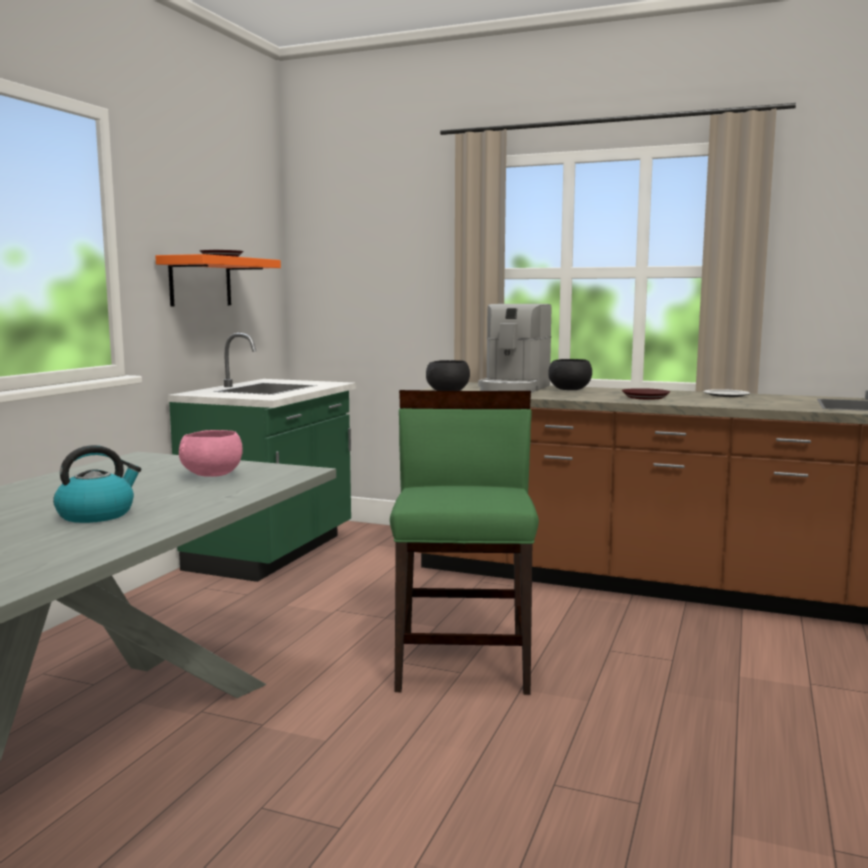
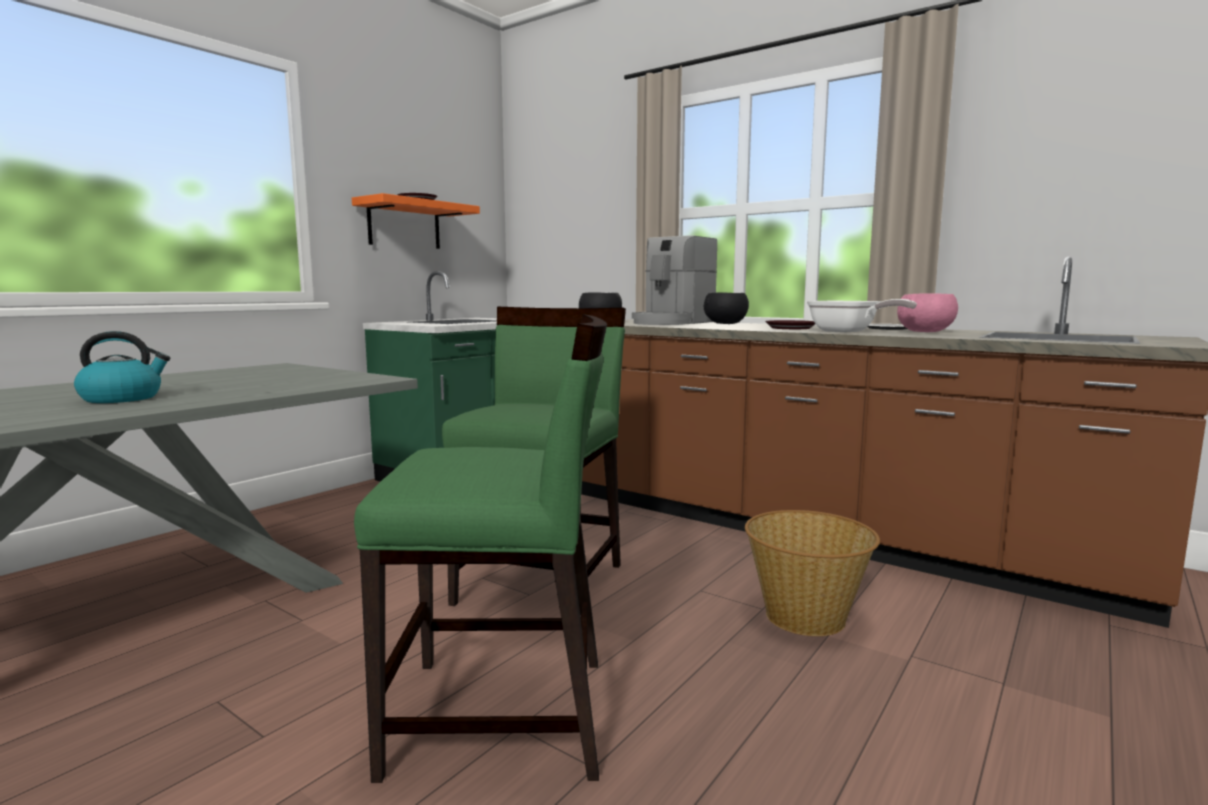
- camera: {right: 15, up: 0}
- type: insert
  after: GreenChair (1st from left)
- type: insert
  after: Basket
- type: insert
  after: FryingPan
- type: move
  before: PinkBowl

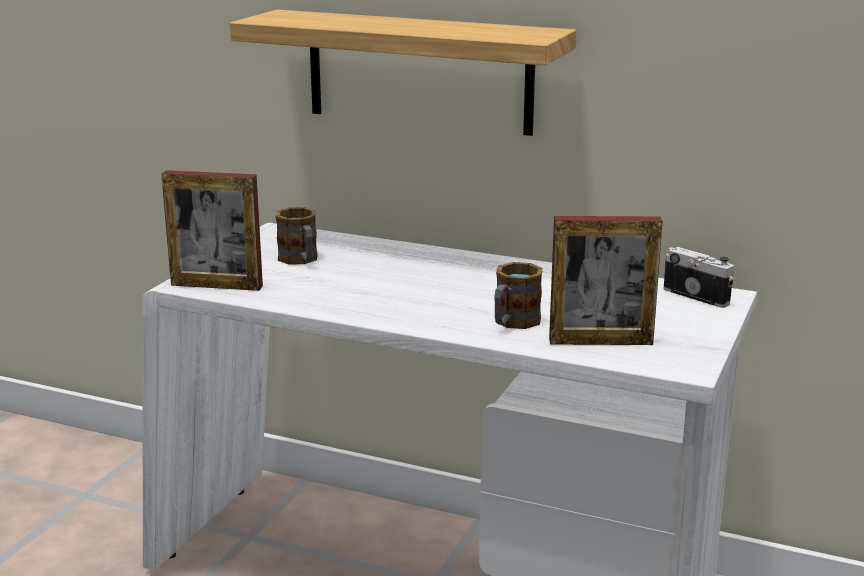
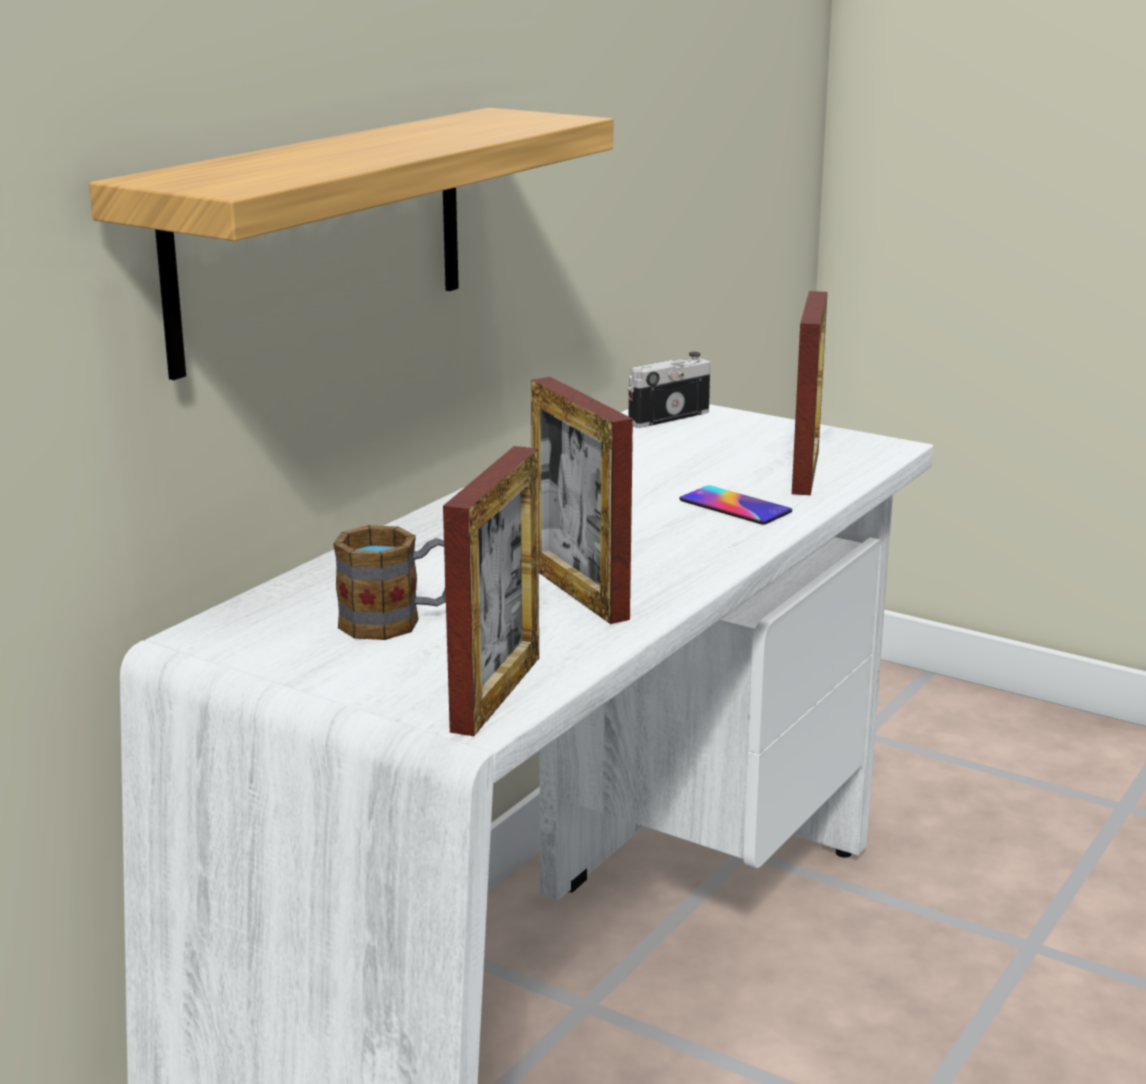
- camera: {right: -80, up: 0}
- type: insert
  after: PictureFrame (2nd from left)
- type: replace
  before: Mug (2nd from left)
  after: Phone

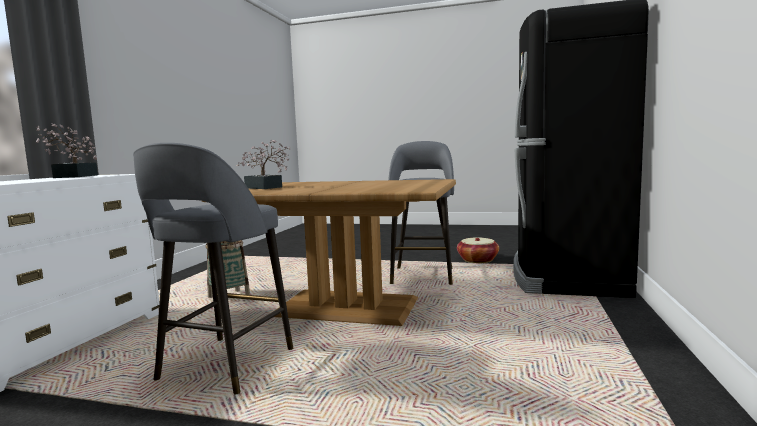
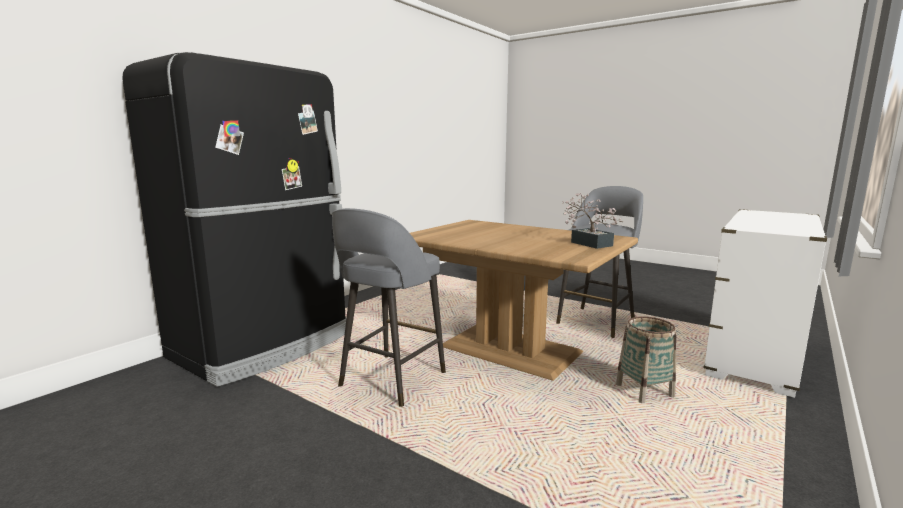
- camera: {right: -160, up: 5}
- type: delete
  before: PottedPlant (1st from left)
- type: delete
  before: Basket (2nd from left)

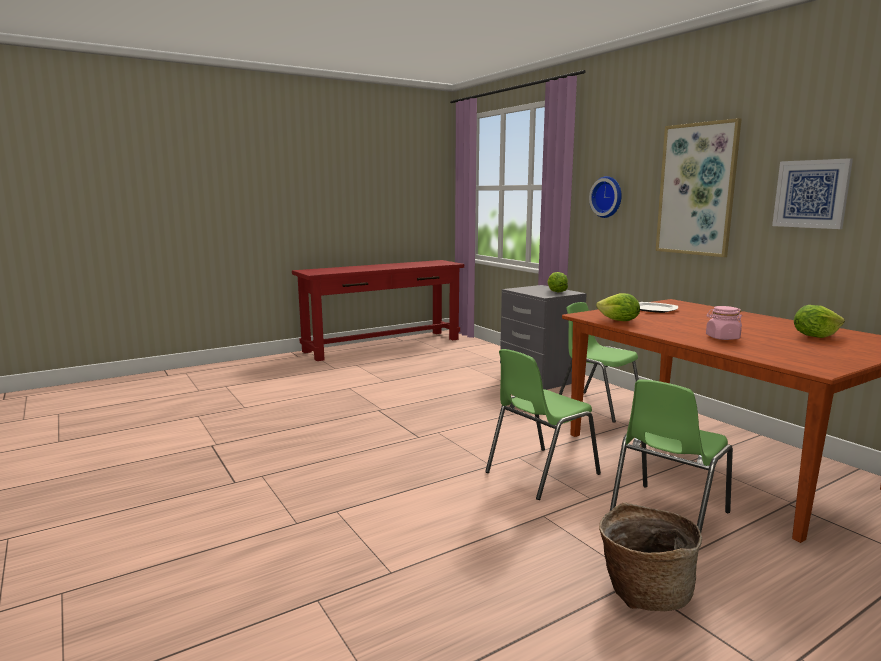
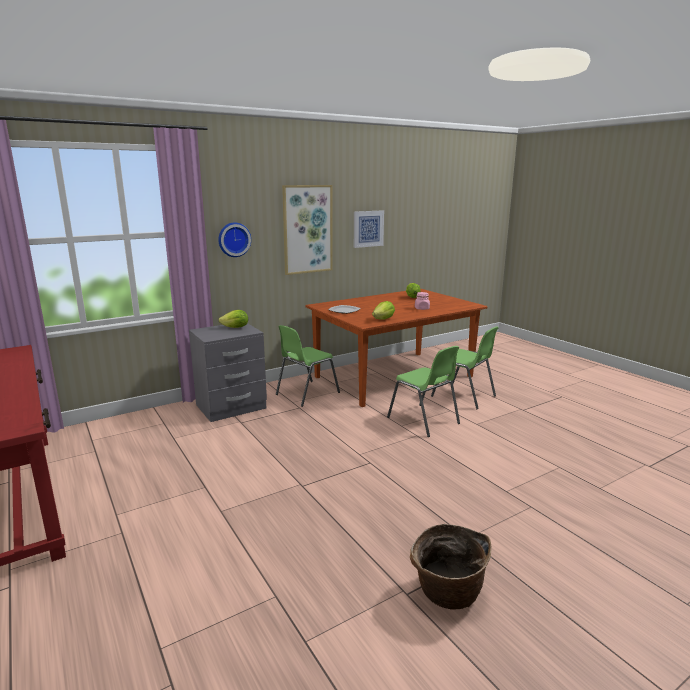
- camera: {right: -90, up: 5}
- type: move
  before: Basket

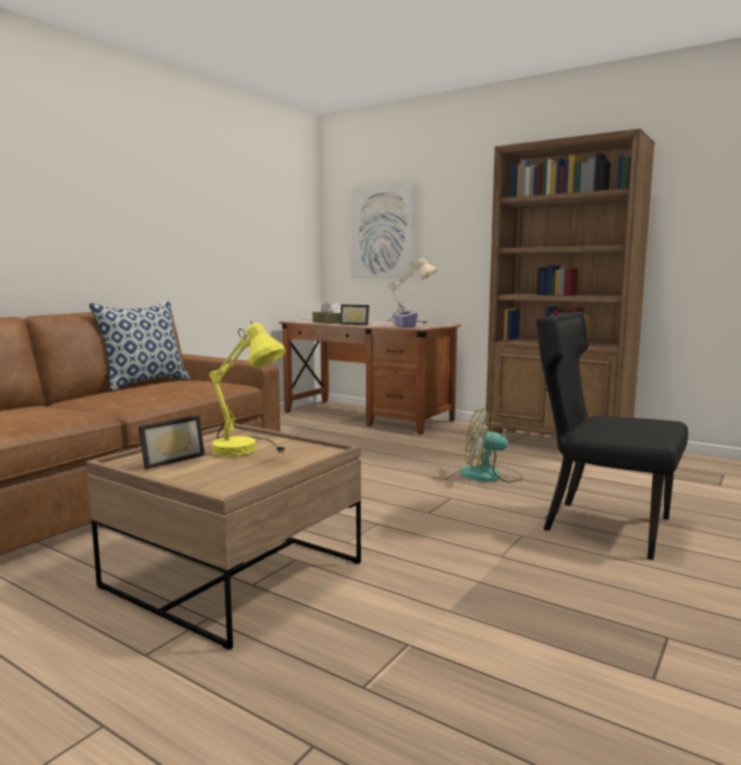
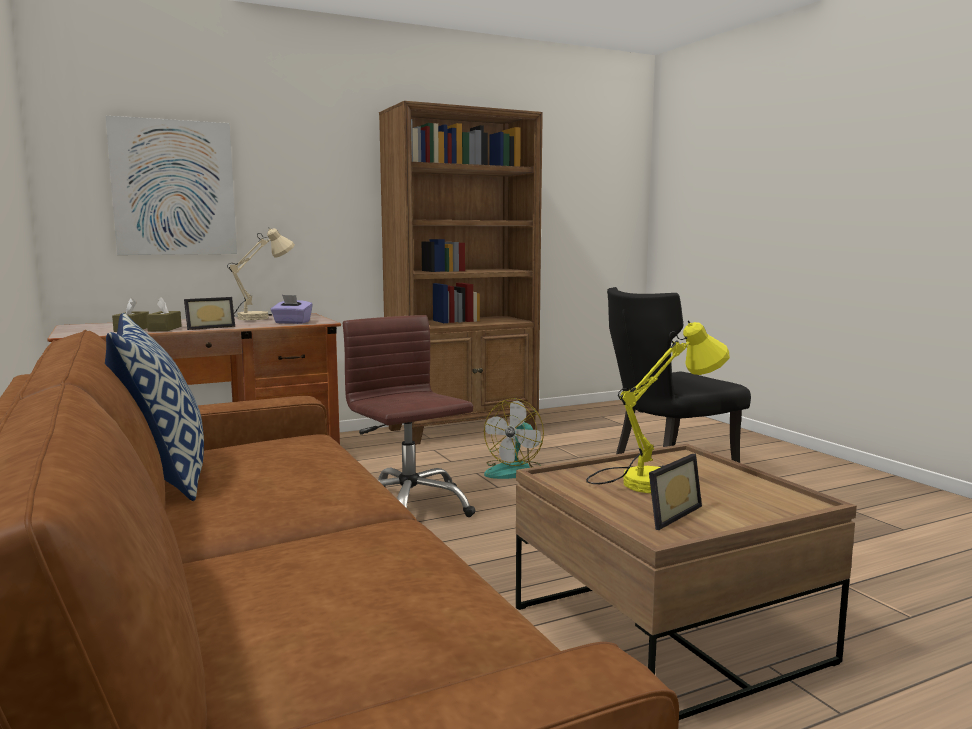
- camera: {right: -60, up: 0}
- type: insert
  after: BrownOfficeChair
- type: rotate
  before: PictureFrame (1st from left in the first image)
  turn: 60

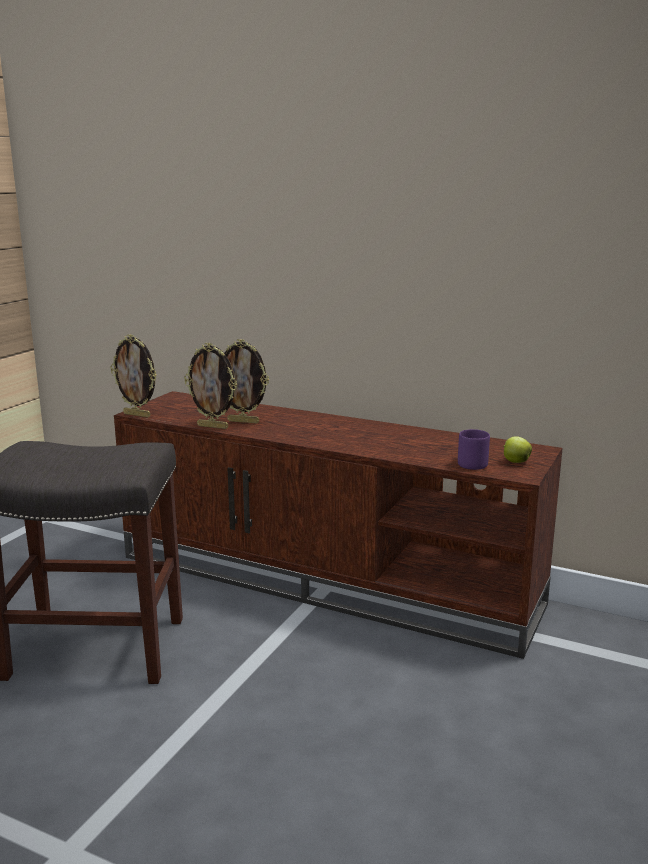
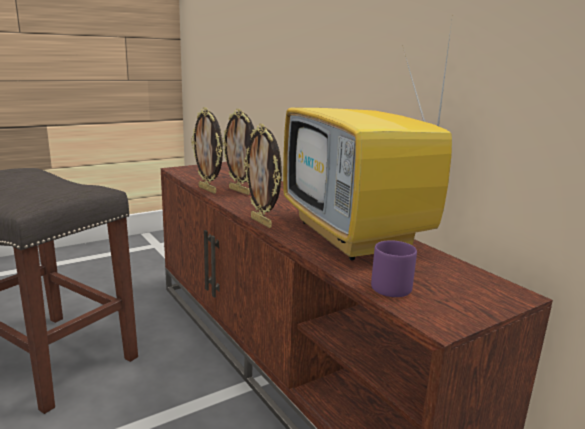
- camera: {right: 30, up: 0}
- type: delete
  before: Apple
- type: insert
  after: Television
- type: move
  before: PictureFrame (1st from left in the first image)
  after: PictureFrame (3rd from left)

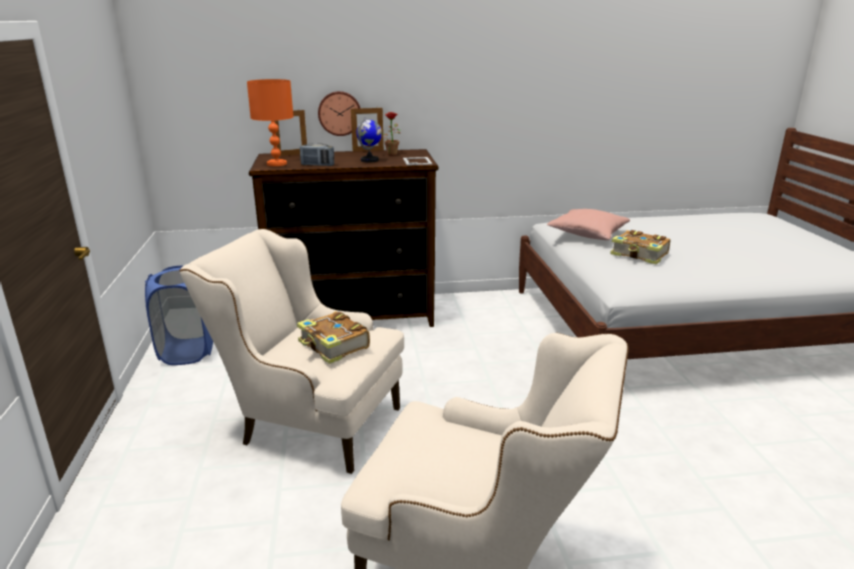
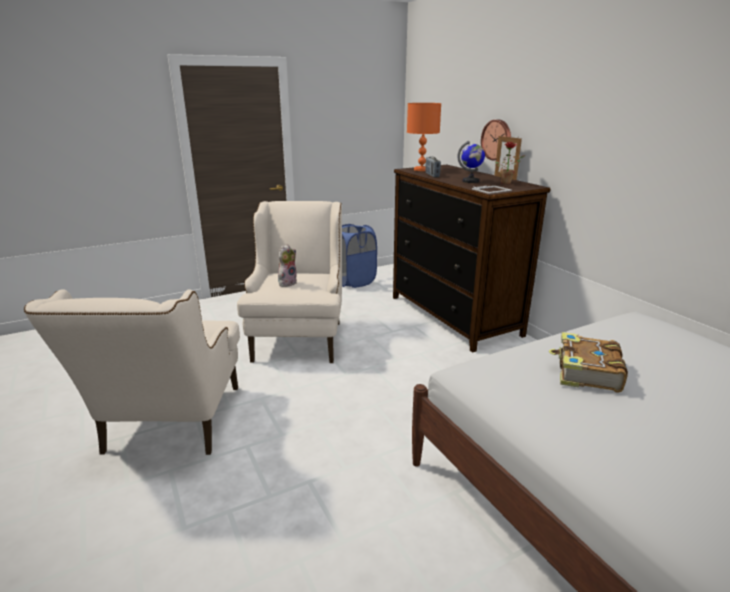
- camera: {right: 70, up: 0}
- type: delete
  before: PictureFrame (1st from left)
- type: delete
  before: PinkPillow
- type: replace
  before: Book (1st from left)
  after: PlushToy

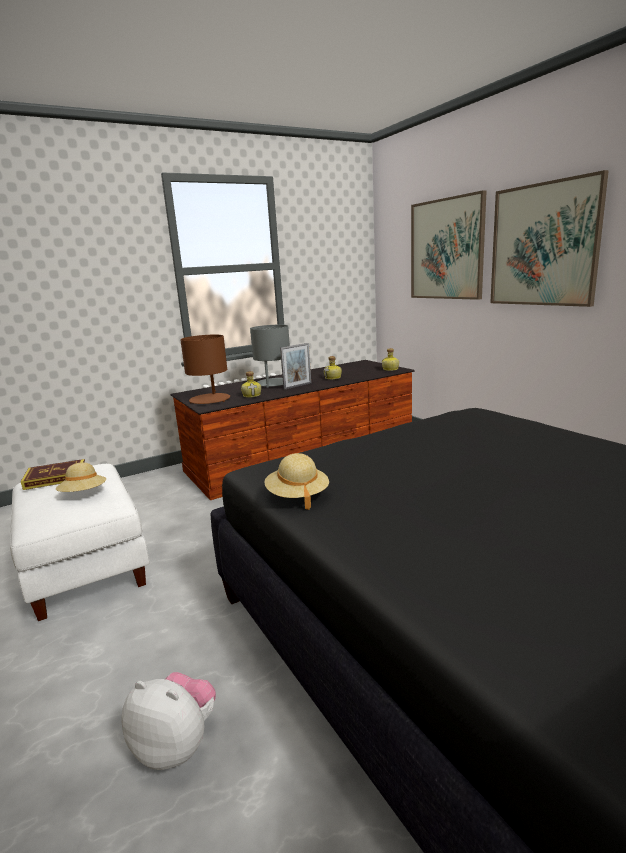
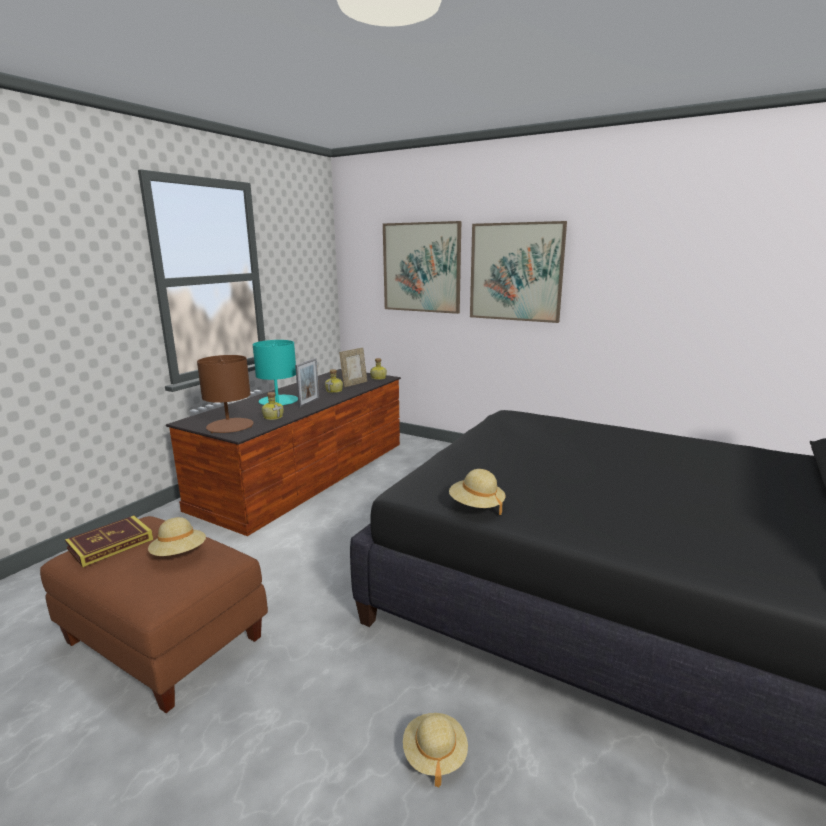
- camera: {right: -30, up: 0}
- type: insert
  after: PictureFrame (2nd from left)
- type: replace
  before: PlushToy
  after: BeigeHat (2nd from left)
- type: recolor
  before: WhiteOttoman
  after: BrownOttoman
- type: recolor
  before: GreyTableLamp
  after: TurquoiseTableLamp

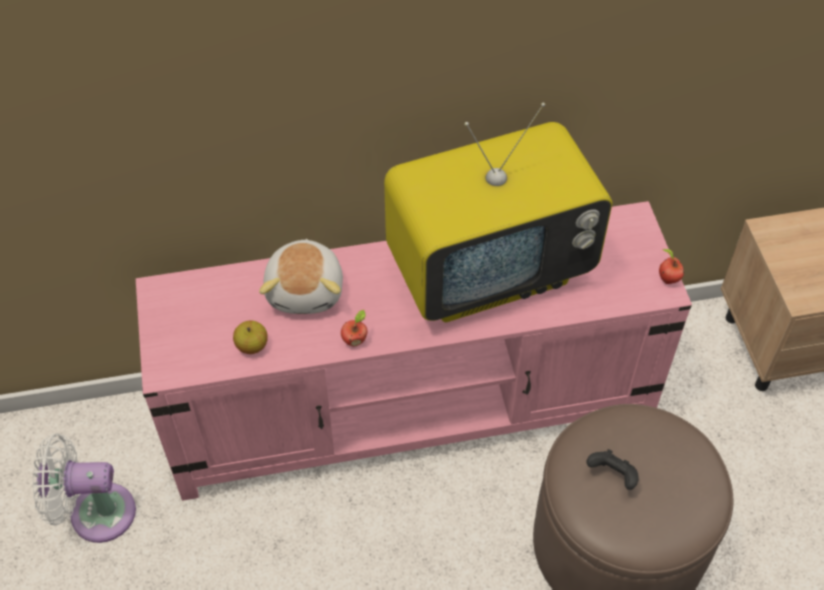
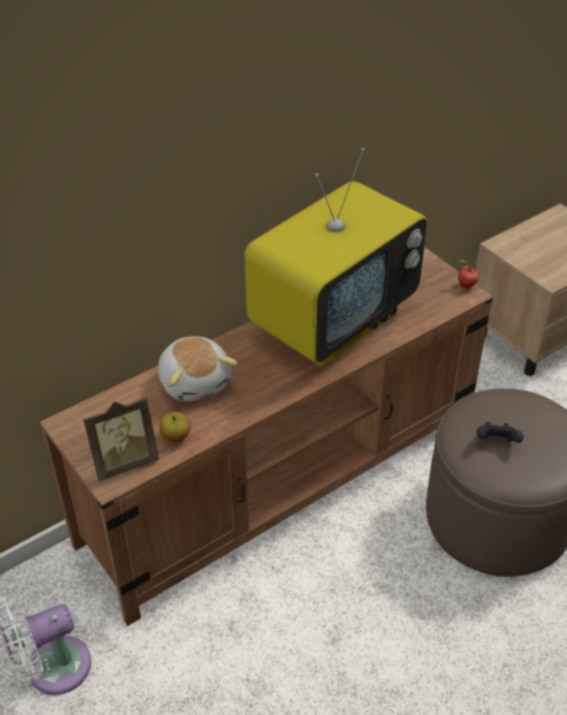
- camera: {right: -25, up: -10}
- type: delete
  before: Apple (2nd from left)
- type: insert
  after: PictureFrame
- type: recolor
  before: PinkTvStand
  after: BrownTvStand

